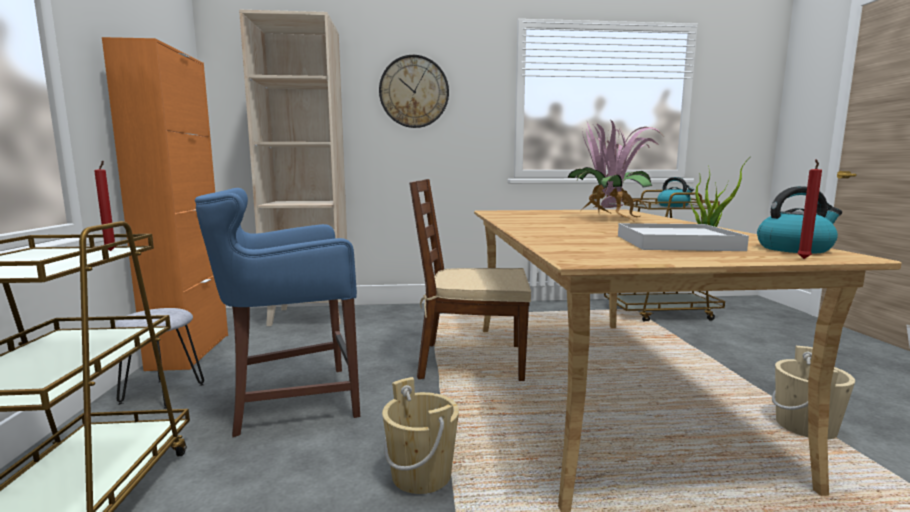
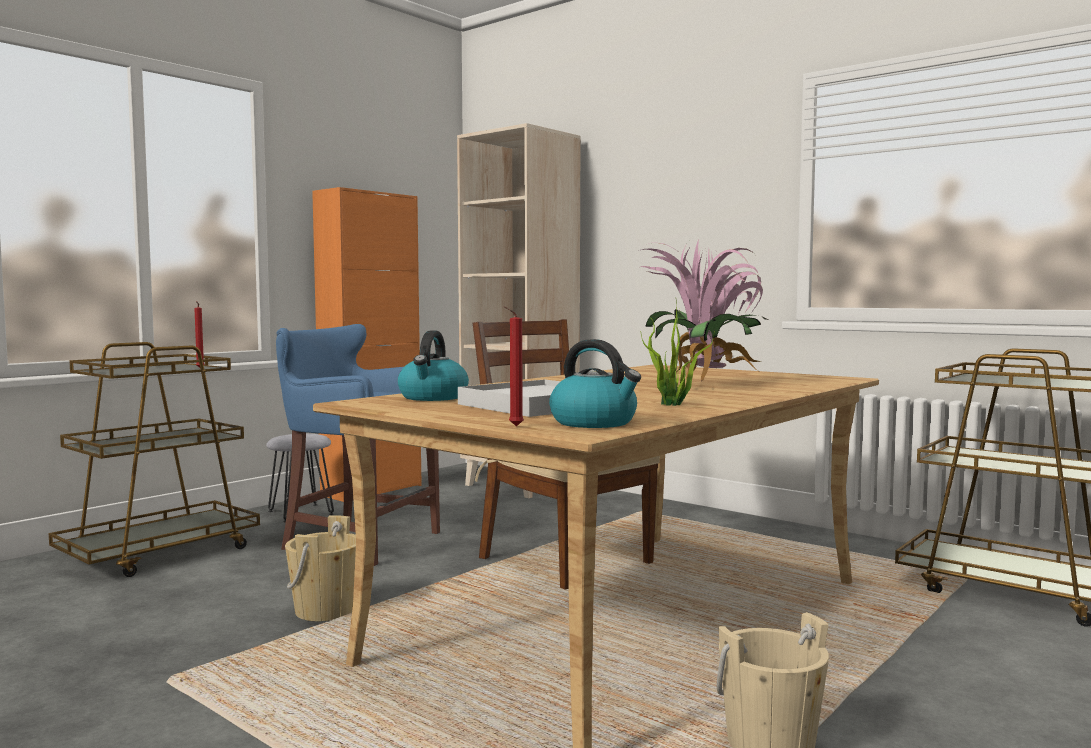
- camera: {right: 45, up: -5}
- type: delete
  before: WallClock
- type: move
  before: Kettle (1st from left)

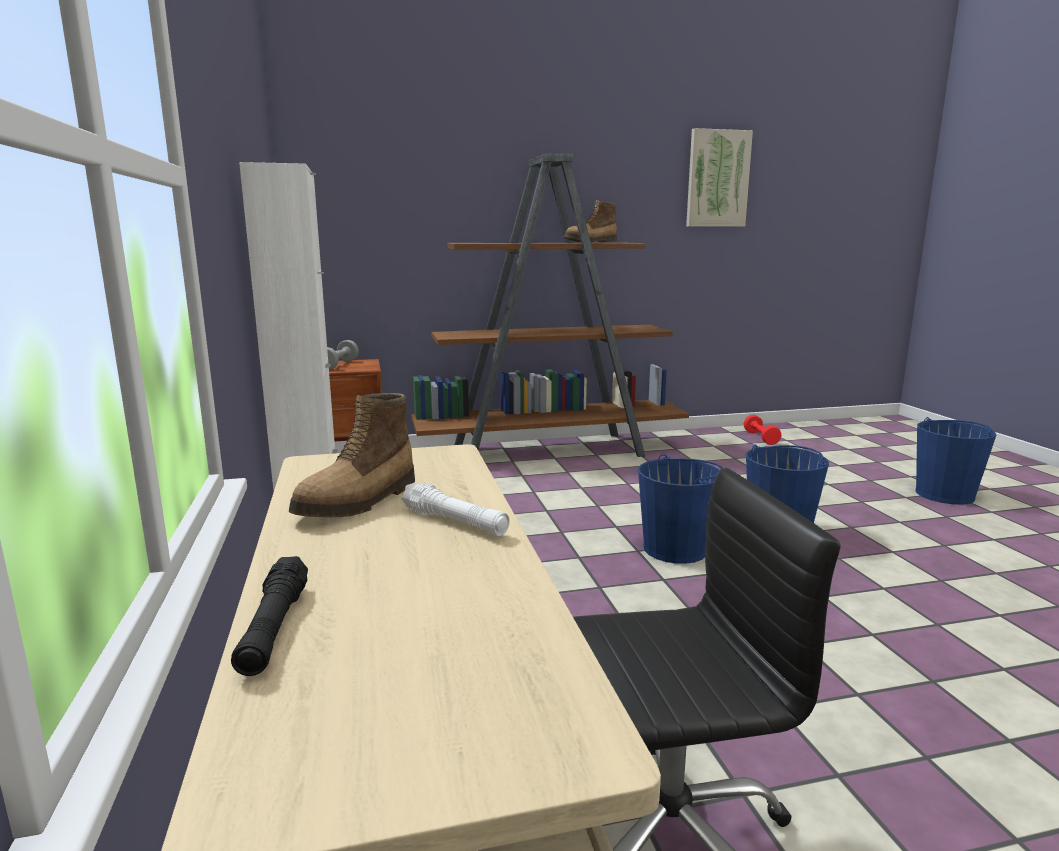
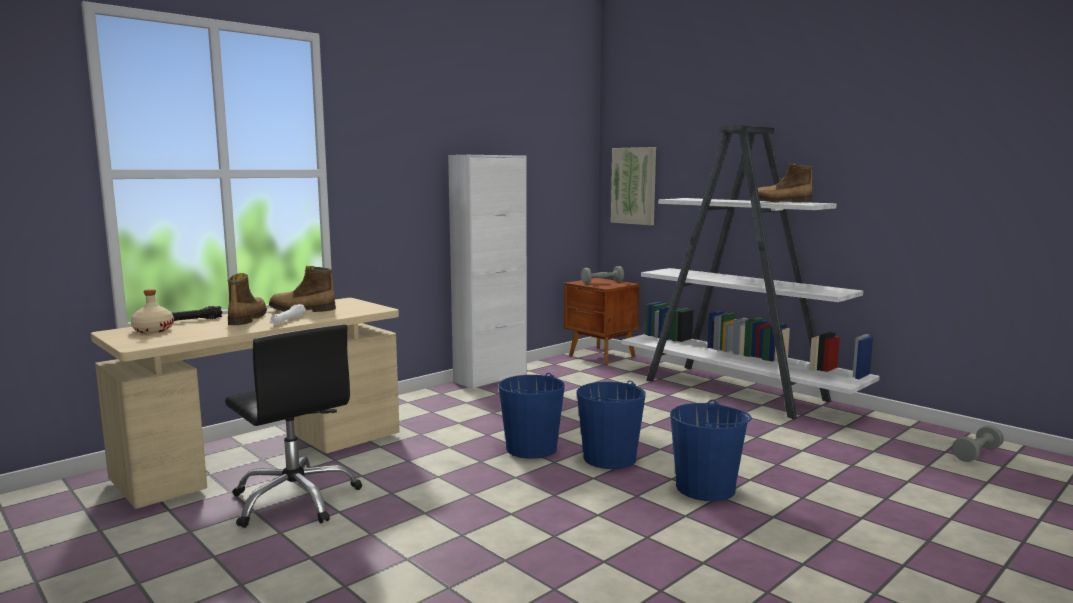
- camera: {right: 60, up: -5}
- type: insert
  after: BeigeBottle
- type: insert
  after: Boot (1st from left)
- type: move
  before: Picture
- type: move
  before: BlueBucket (3rd from left in the first image)
  after: BlueBucket (1st from left)
- type: recolor
  before: BrownBookcase
  after: WhiteBookcase
- type: recolor
  before: RedDumbbell
  after: GreyDumbbell (2nd from left)

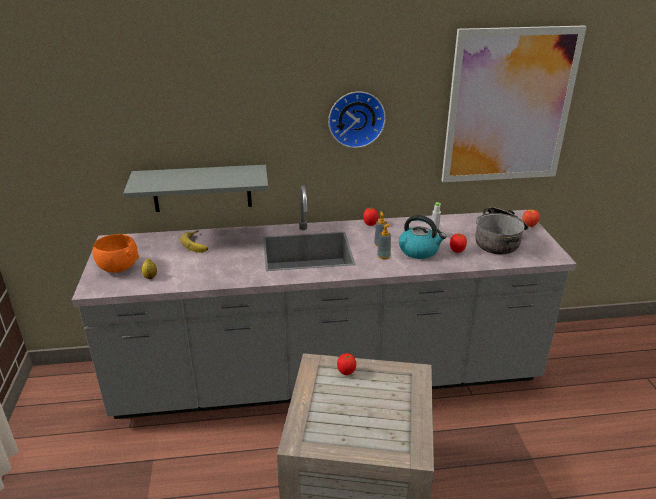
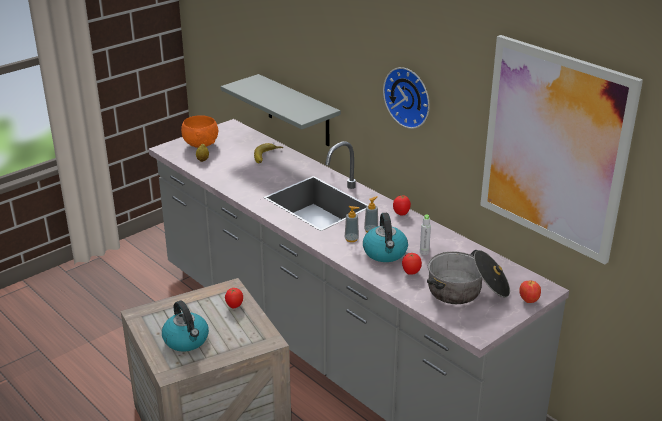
- camera: {right: 55, up: 0}
- type: insert
  after: Kettle (1st from left)

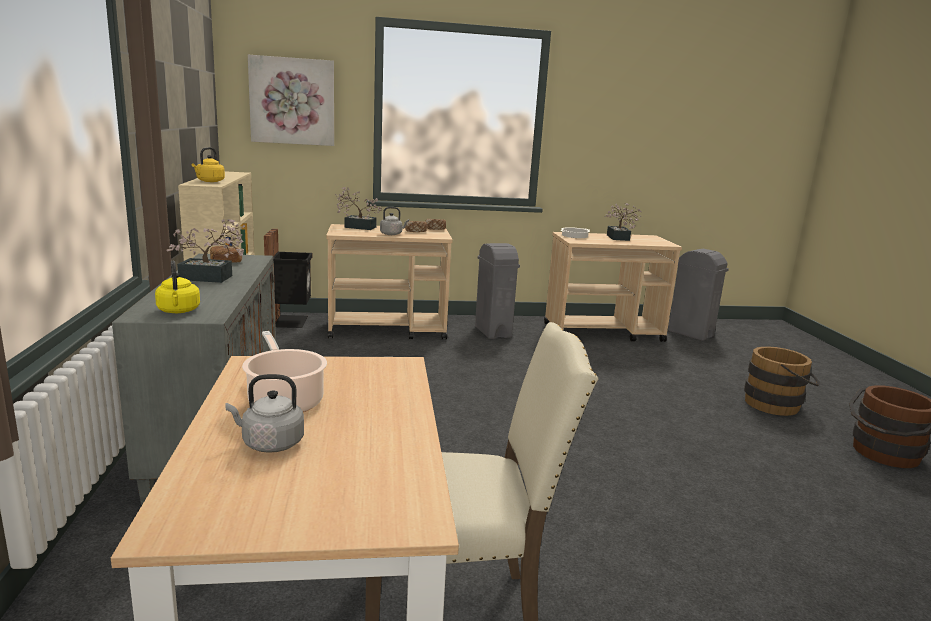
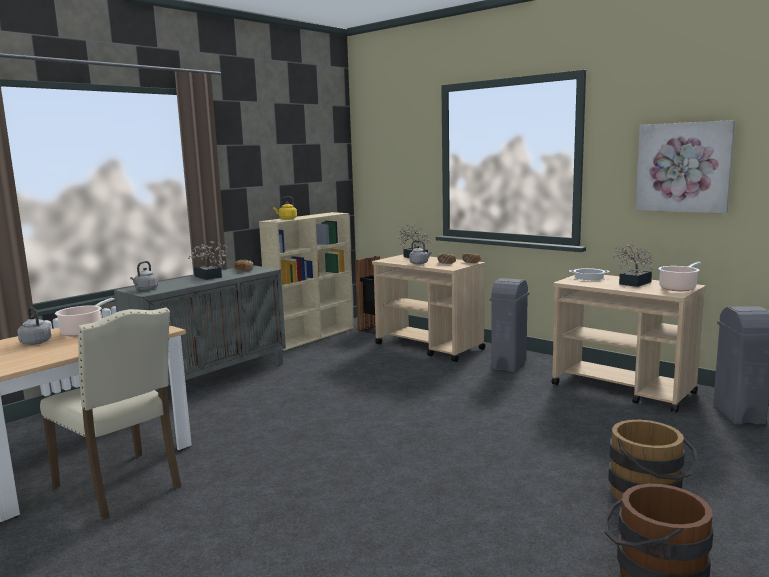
- camera: {right: 50, up: -5}
- type: insert
  after: CookingPot (3rd from left)
- type: move
  before: Picture
- type: recolor
  before: YellowKettle (1st from left)
  after: GreyKettle (2nd from left)

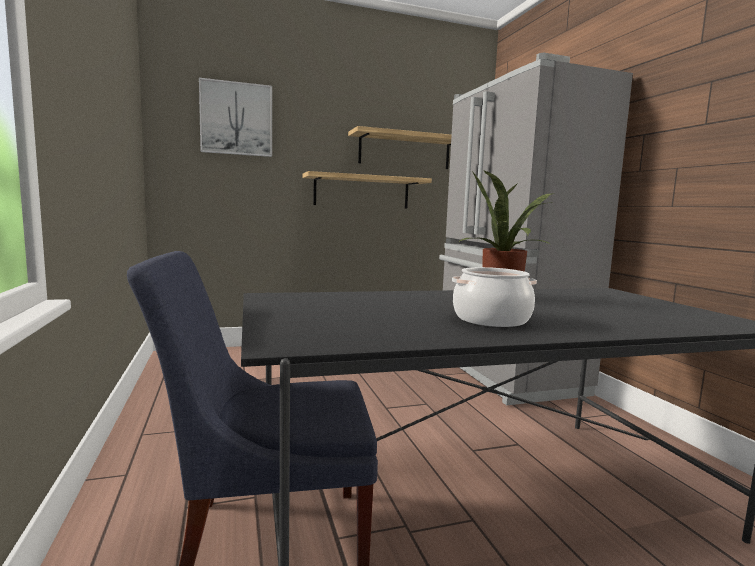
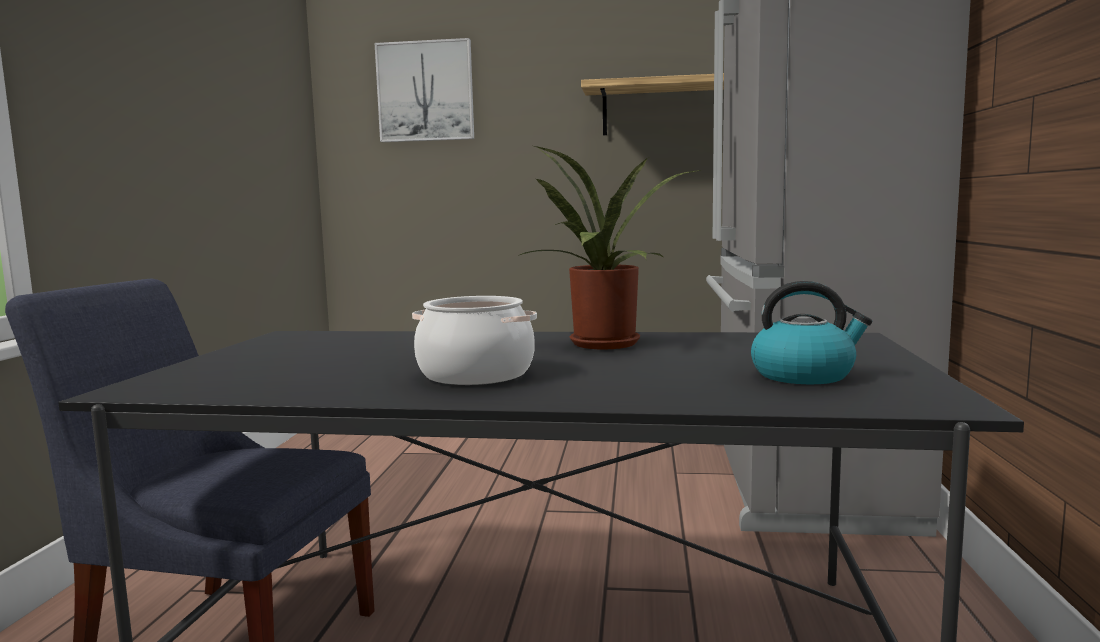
- camera: {right: 25, up: 0}
- type: delete
  before: Shelf (1st from left)
- type: insert
  after: Kettle

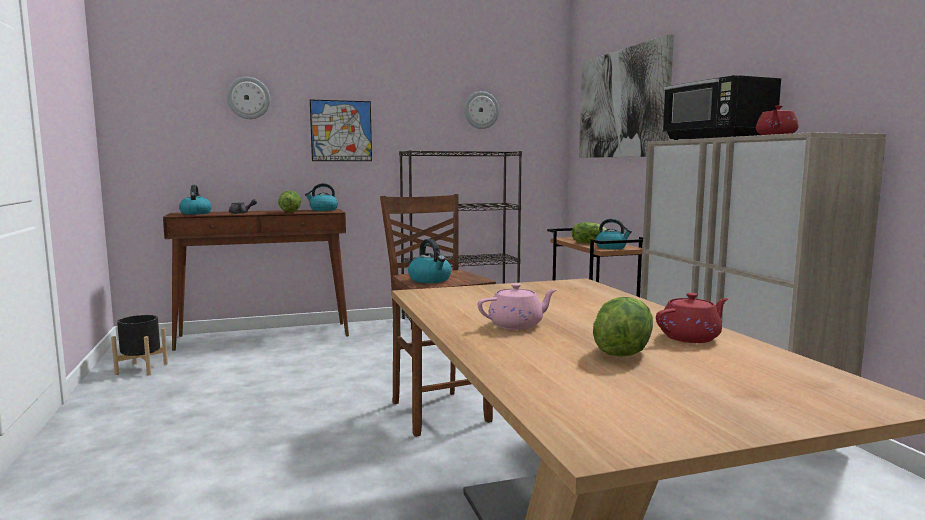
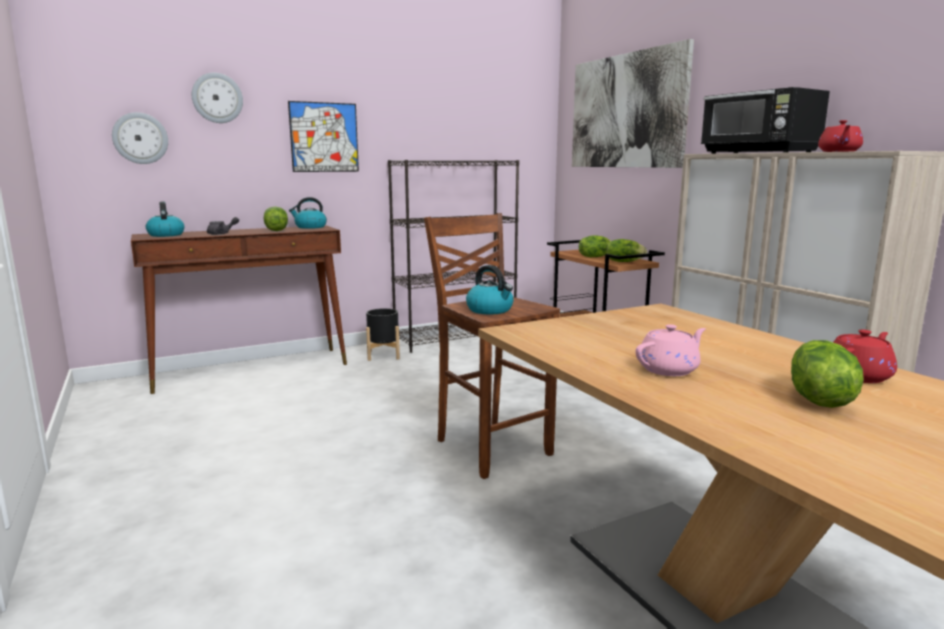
- camera: {right: -10, up: 5}
- type: move
  before: BlackPlanter
- type: move
  before: WallClock (2nd from left in the first image)
  after: WallClock (1st from left)
- type: replace
  before: Kettle (4th from left)
  after: Lettuce (3rd from left)

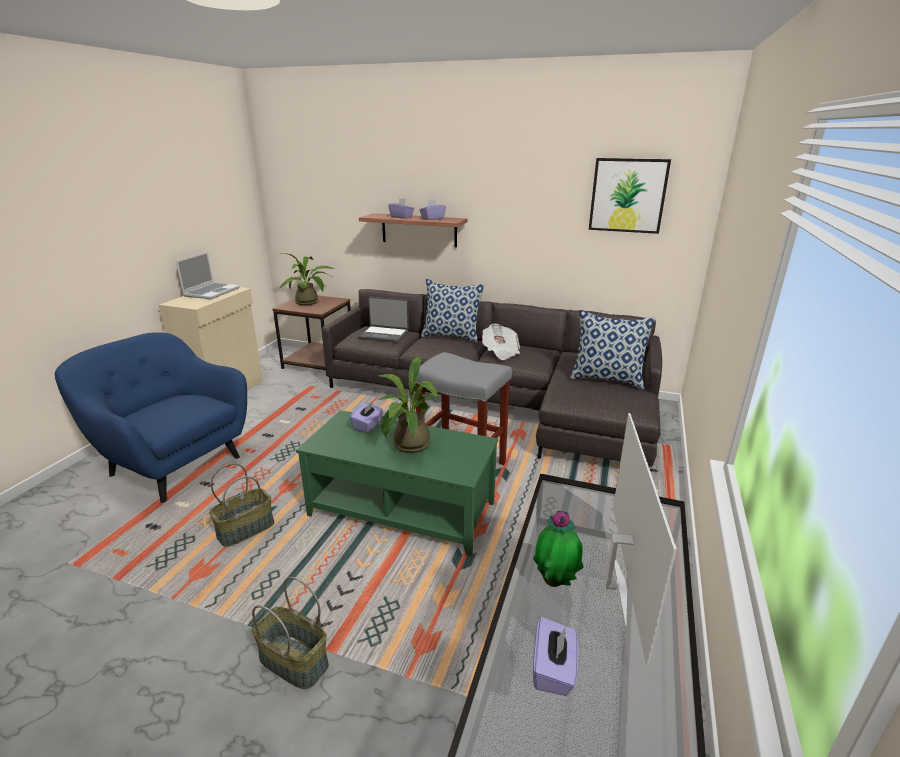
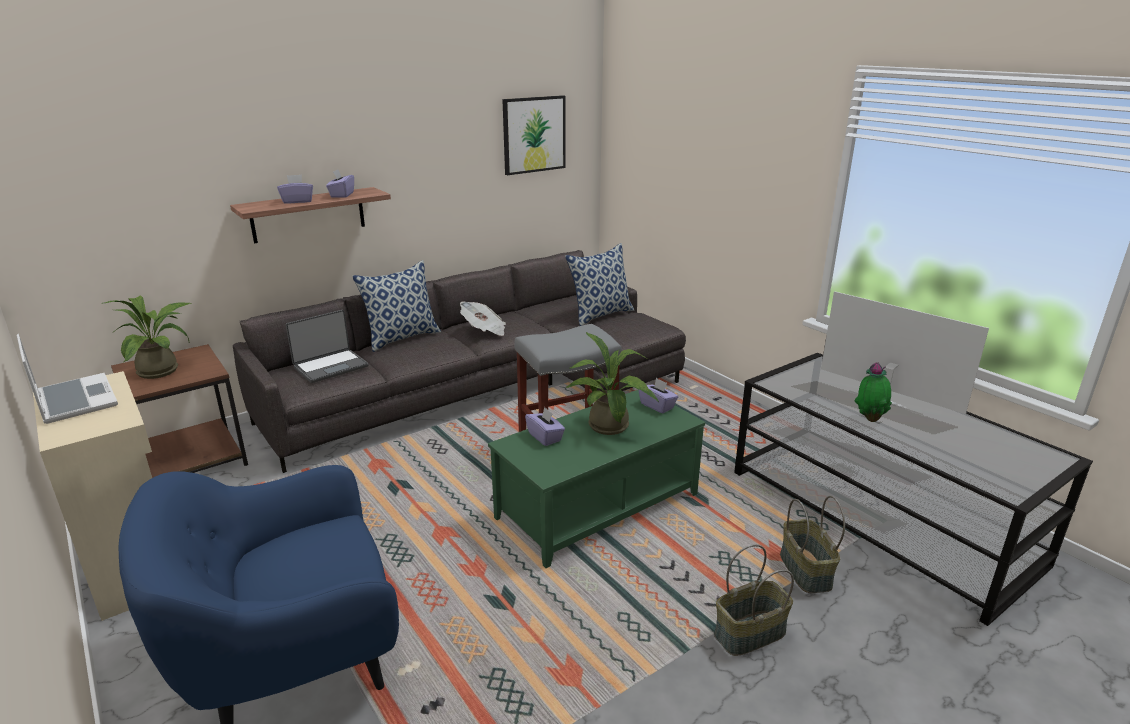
- camera: {right: -55, up: 0}
- type: move
  before: Basket (1st from left in the first image)
  after: Basket (2nd from left)
- type: move
  before: PurpleTissueBox (4th from left)

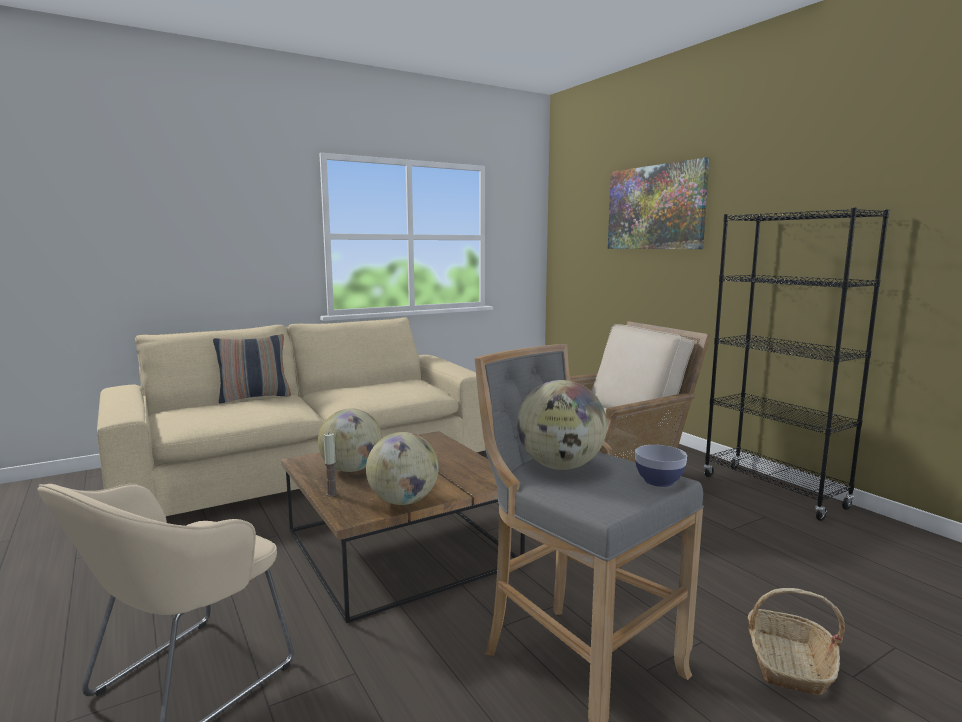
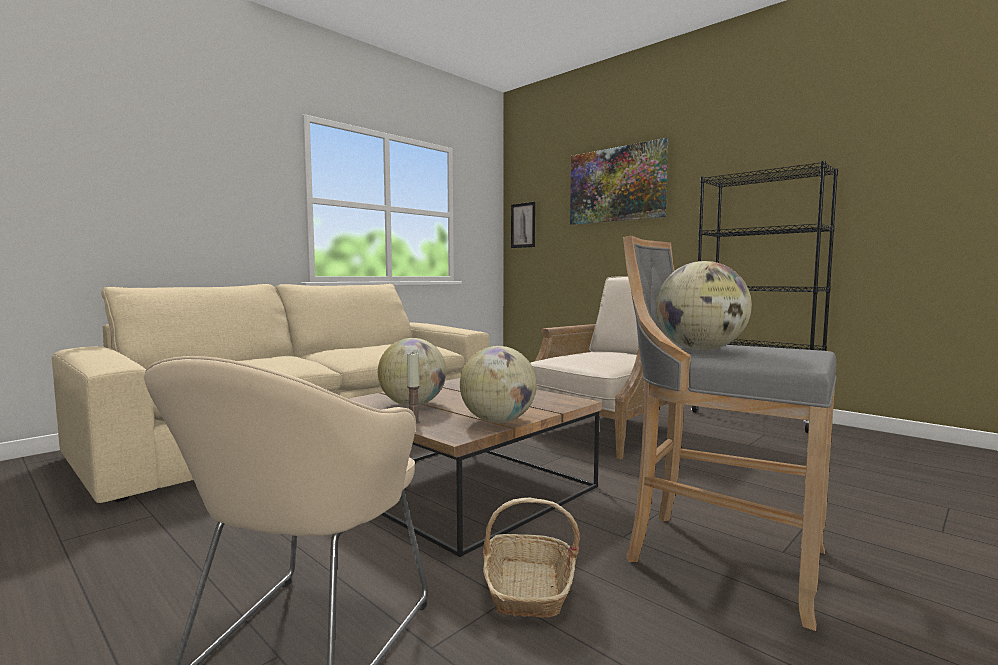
- camera: {right: -15, up: -5}
- type: delete
  before: Pillow
- type: delete
  before: Bowl
- type: insert
  after: Picture (1st from left)
- type: move
  before: Basket

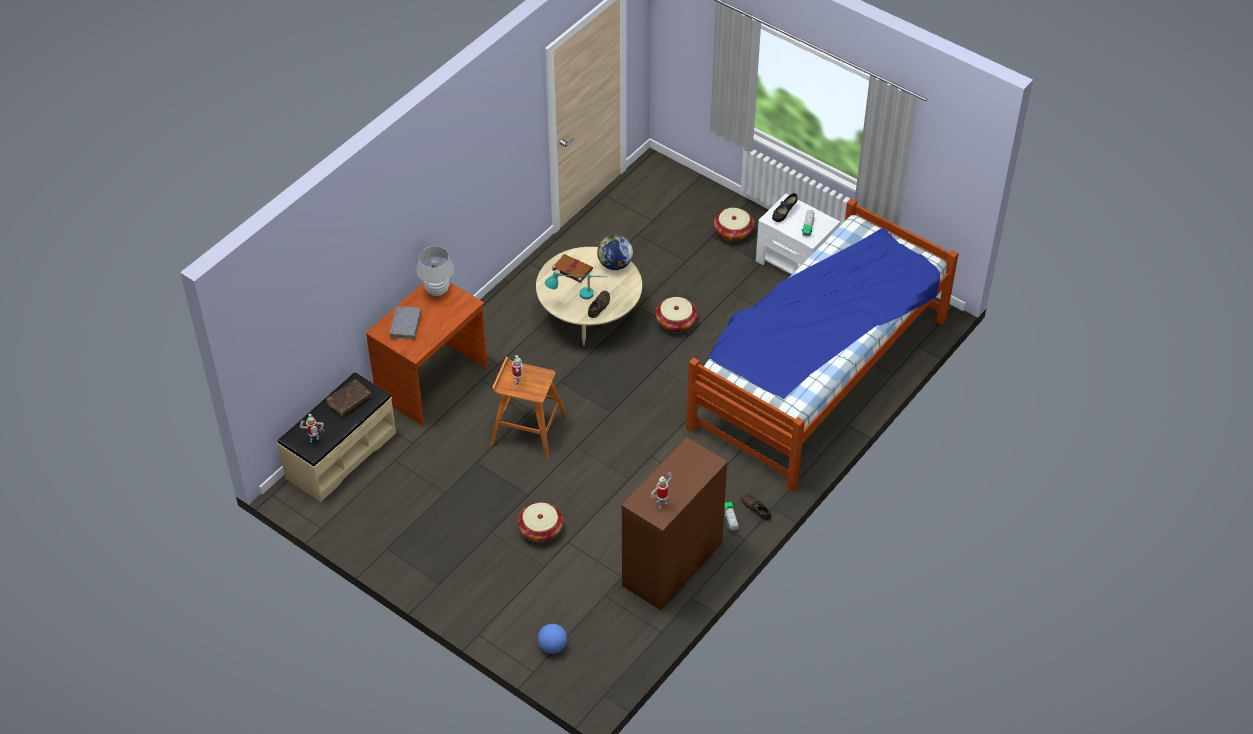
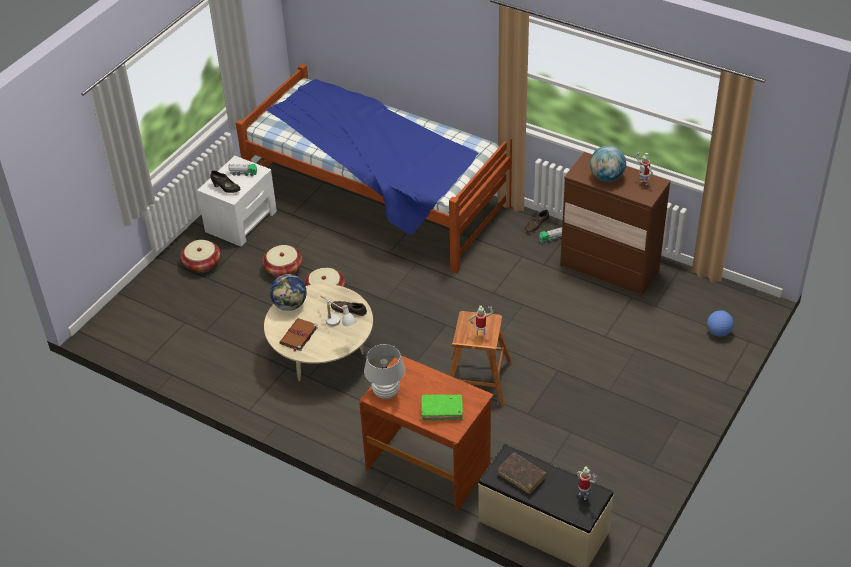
- camera: {right: -95, up: -5}
- type: insert
  after: Globe (2nd from left)
- type: move
  before: Basket (1st from left in the first image)
  after: Basket (2nd from left)
- type: recolor
  before: GreyBook
  after: GreenBook
- type: recolor
  before: TurquoiseTableLamp
  after: WhiteTableLamp (1st from left)

